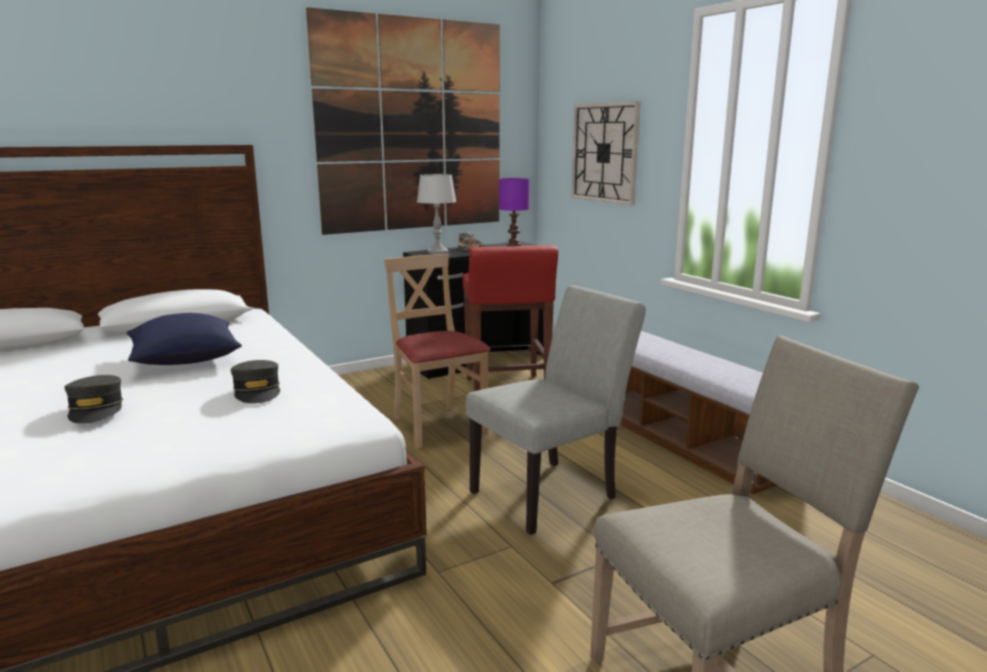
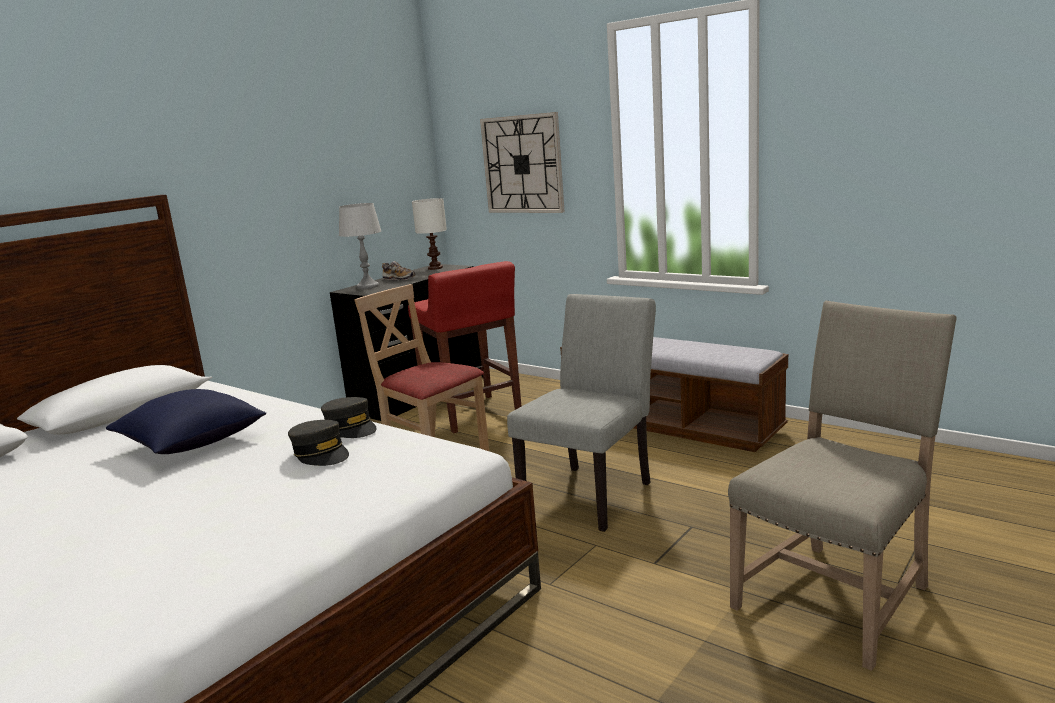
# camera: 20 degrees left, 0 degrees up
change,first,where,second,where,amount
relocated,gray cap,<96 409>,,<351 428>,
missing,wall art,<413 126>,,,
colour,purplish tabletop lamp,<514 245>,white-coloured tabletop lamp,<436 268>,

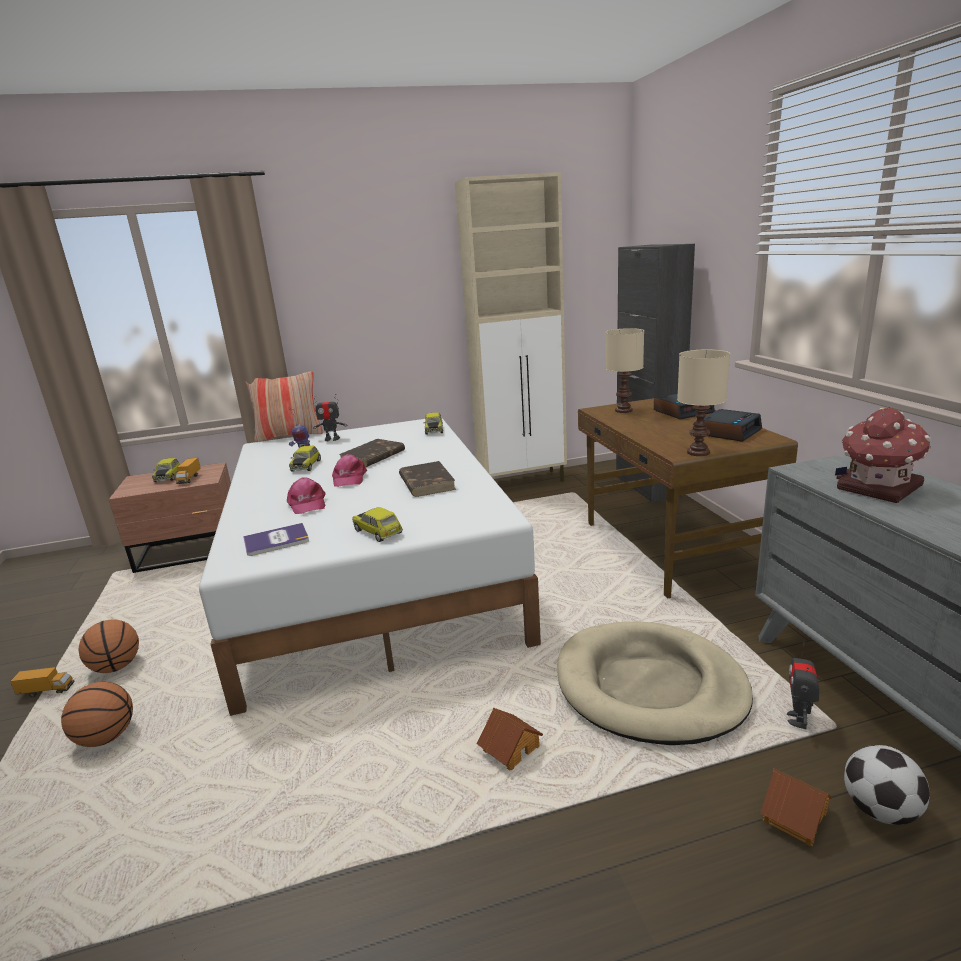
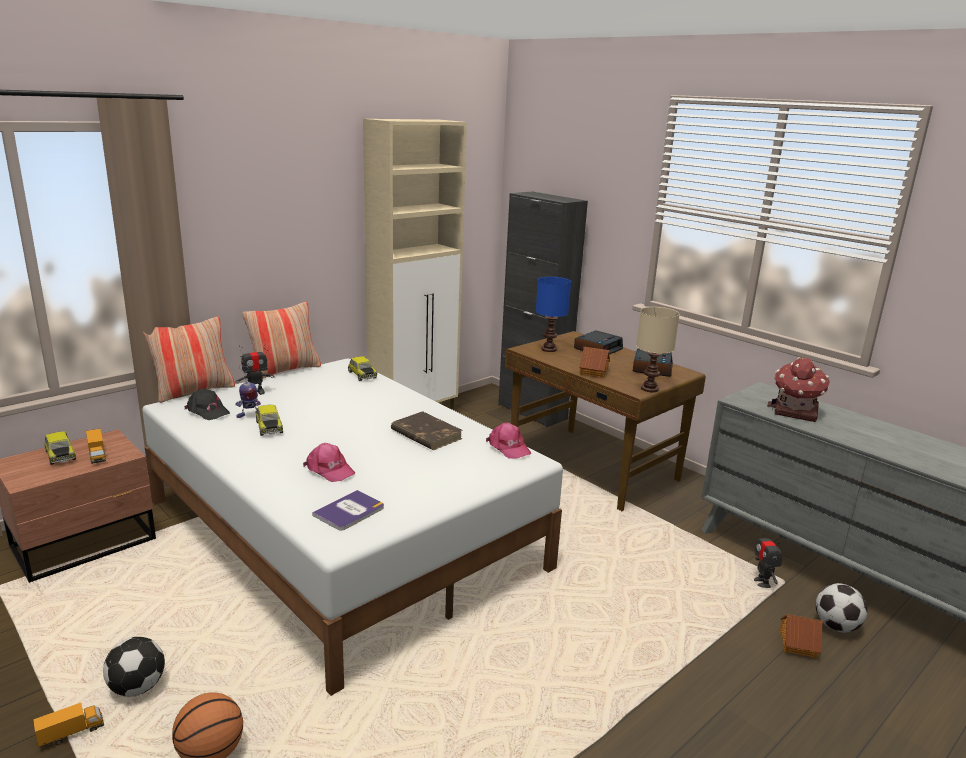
# camera: 30 degrees left, 0 degrees up
change,first,where,second,where,amount
exchanged,basketball,<116 667>,football,<138 687>,
relocated,pink-coloured cap,<349 478>,,<508 447>,
missing,brownish bound book,<372 456>,,,
missing,toy car,<379 531>,,,
relocated,toy house,<510 749>,,<593 371>,
missing,beige dog bed,<649 687>,,,
colour,beige tabletop lamp,<624 410>,blue tabletop lamp,<549 349>,
appeared,,,blackish cap,<207 411>,
appeared,,,cushion,<284 370>,

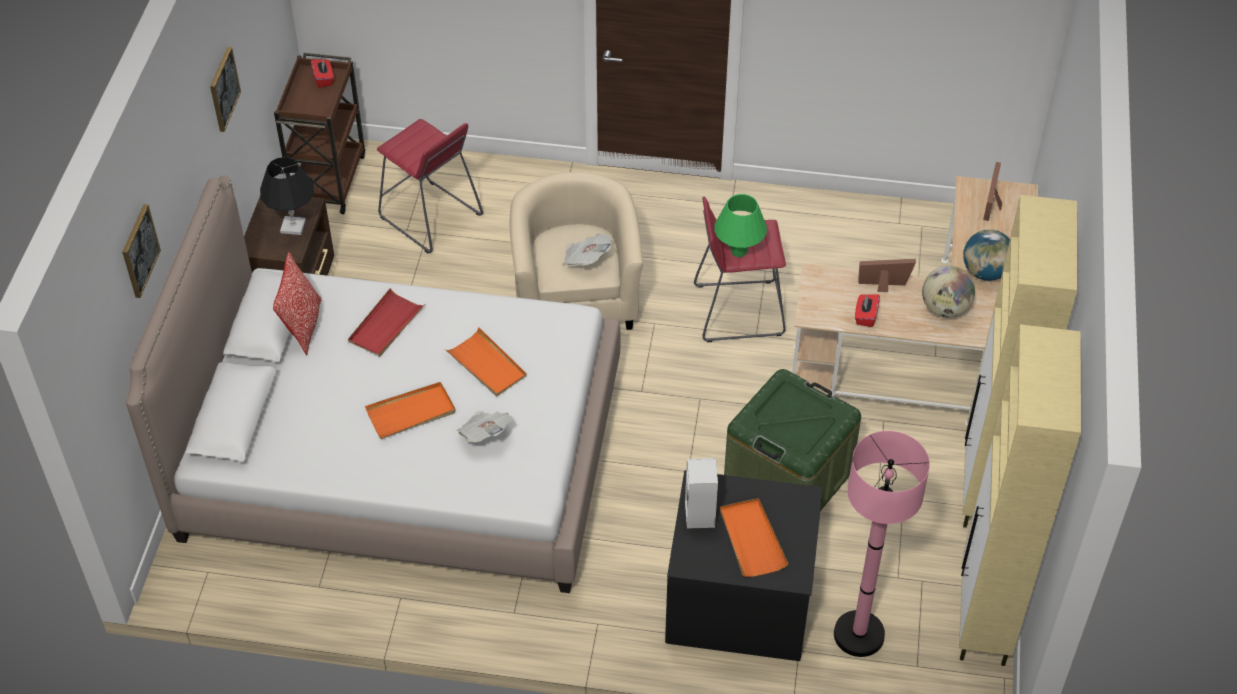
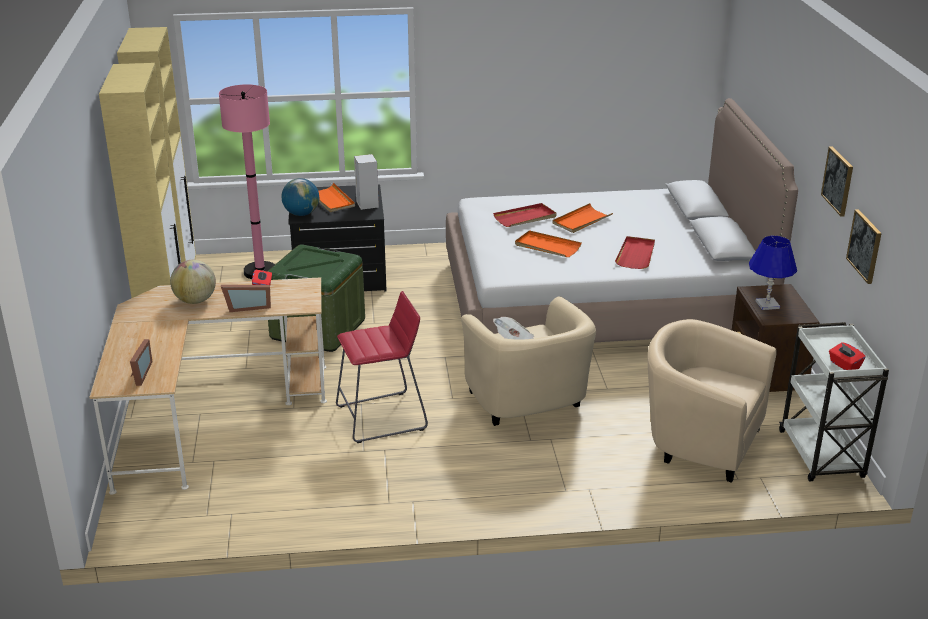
# camera: 165 degrees right, 20 degrees down
change,first,where,second,where,amount
relocated,wall art,<139 250>,,<865 246>,
colour,blackish tabletop lamp,<293 226>,blue tabletop lamp,<767 305>,
missing,cushion,<303 326>,,,
colour,brownish cart,<329 179>,white-coloured cart,<822 456>,
exchanged,red sitting stool,<430 217>,beige lounge chair,<699 441>,
exchanged,newspaper,<485 434>,red tray,<525 218>,
missing,green tabletop lamp,<739 251>,,,
relocated,world globe,<985 272>,,<301 214>,

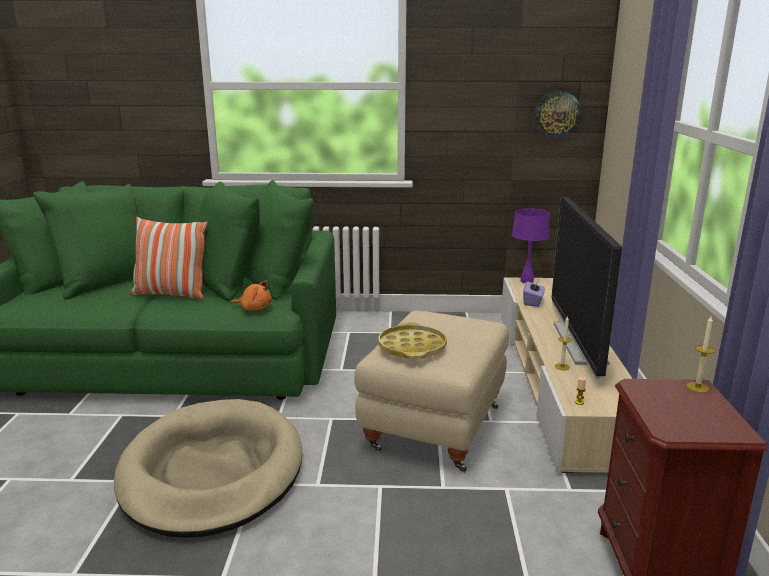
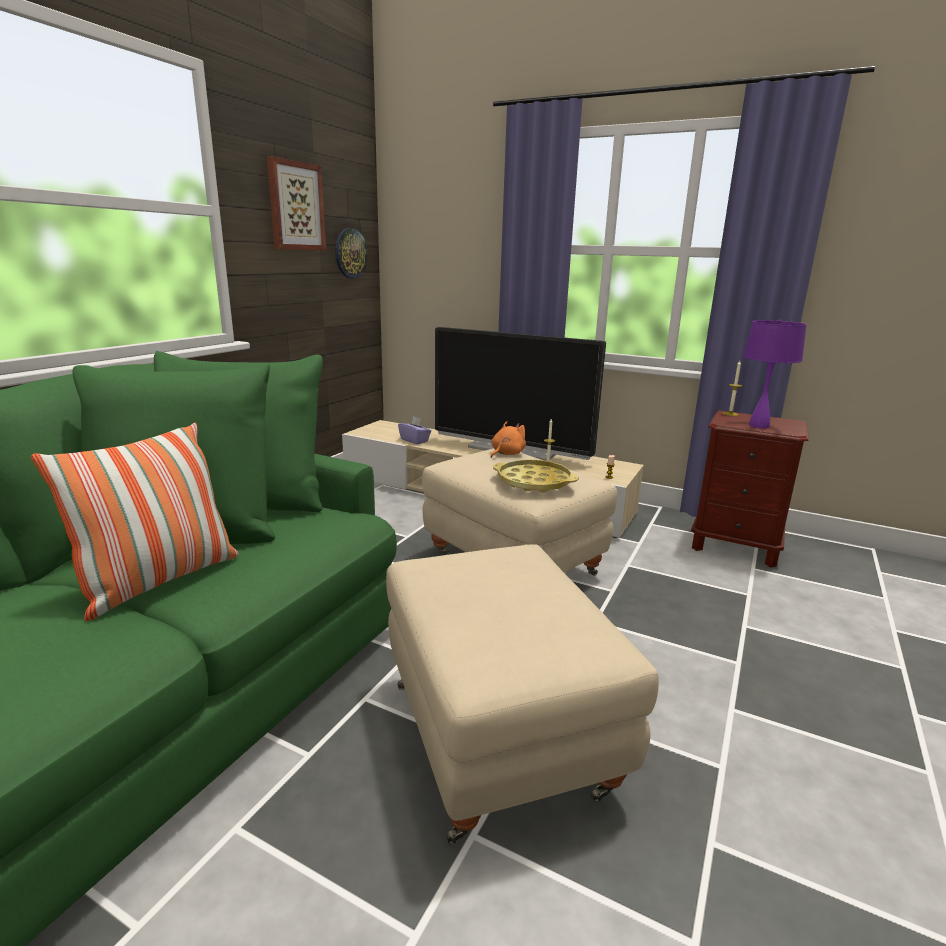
# camera: 65 degrees left, 0 degrees up
change,first,where,second,where,amount
exchanged,beige dog bed,<212 472>,beige footrest,<501 737>,
relocated,orange-coloured soft toy,<254 308>,,<506 453>,
relocated,purplish tabletop lamp,<526 281>,,<758 426>,
appeared,,,wall art,<295 206>,

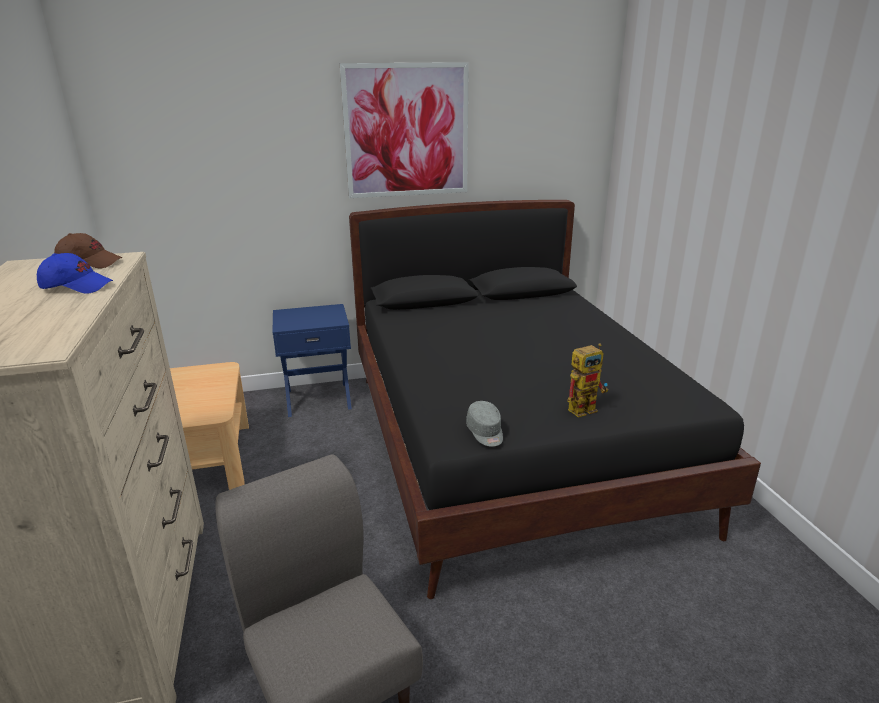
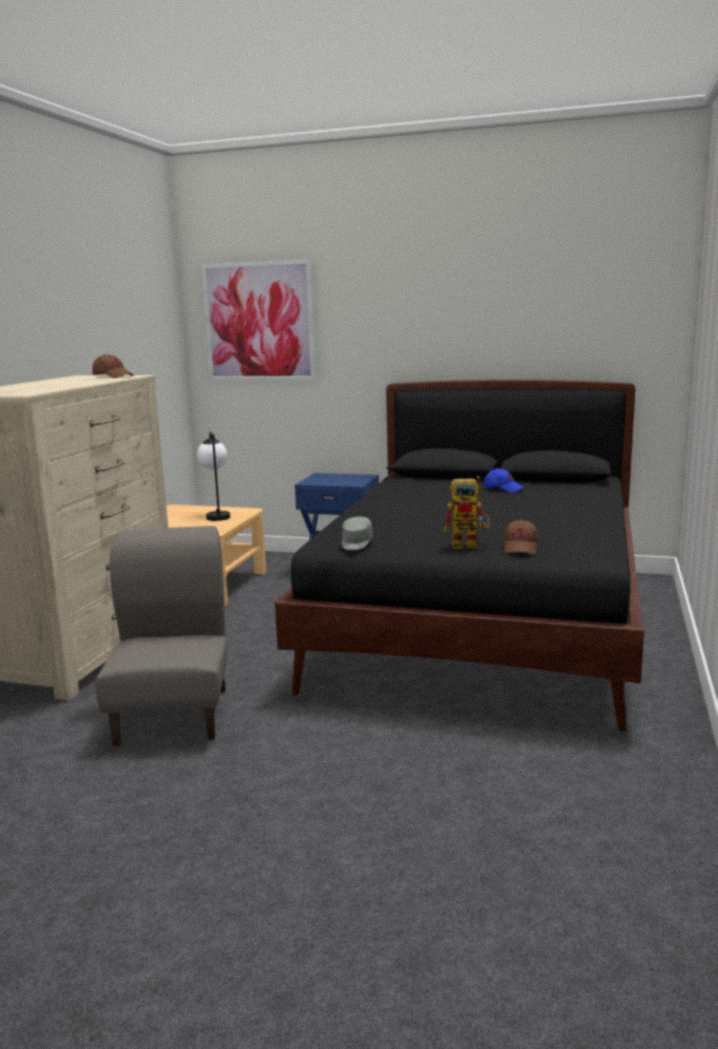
# camera: 30 degrees right, 10 degrees down
change,first,where,second,where,amount
relocated,blue cap,<77 287>,,<503 488>,
relocated,wall art,<407 131>,,<259 322>,
appeared,,,tabletop lamp,<217 515>,
appeared,,,brownish cap,<521 548>,

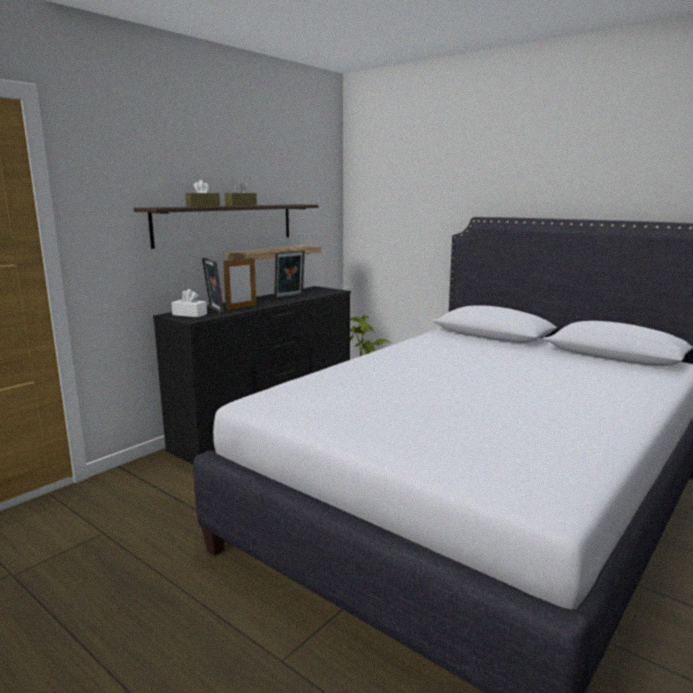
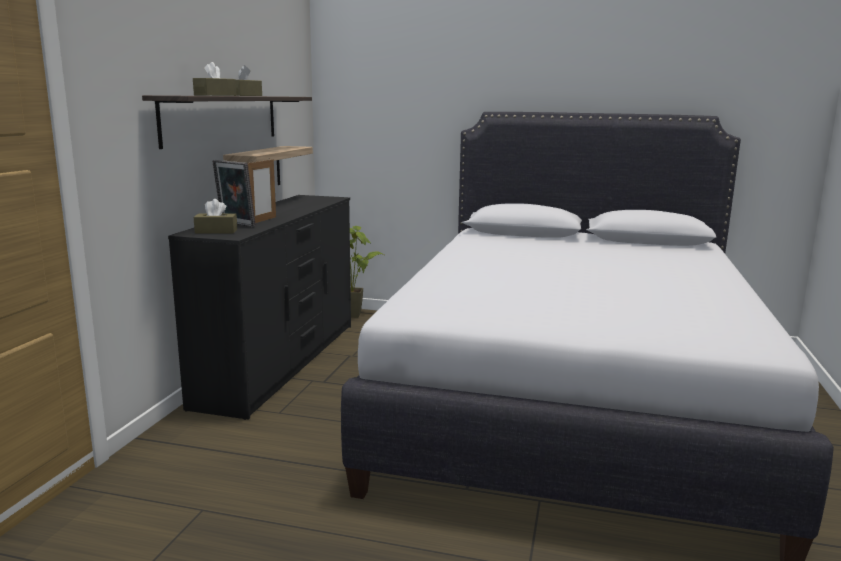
# camera: 25 degrees left, 0 degrees up
change,first,where,second,where,amount
colour,white-coloured box of tissues,<189 314>,brownish box of tissues,<216 231>,
missing,photo frame,<290 296>,,,

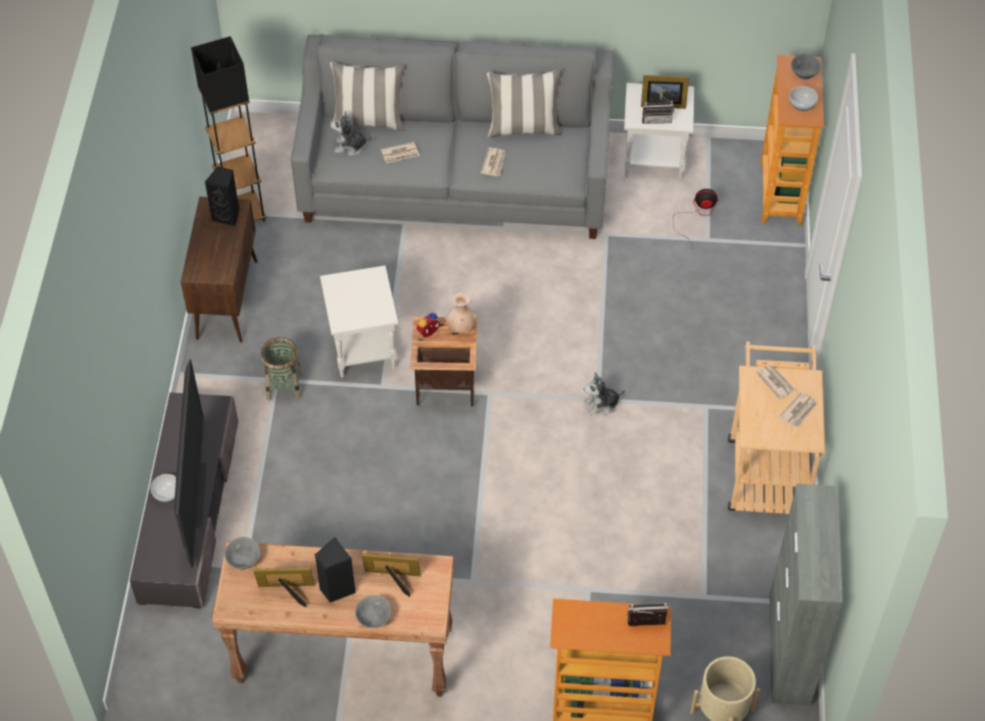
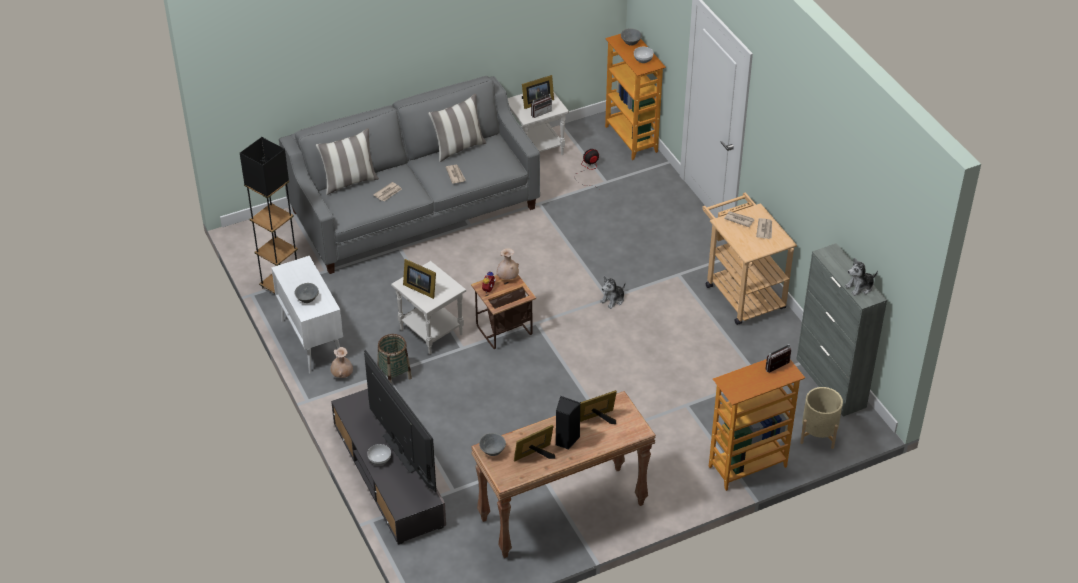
# camera: 30 degrees left, 10 degrees down
change,first,where,second,where,amount
colour,brownish storage cabinet,<227 299>,white-coloured storage cabinet,<311 340>,
missing,blackish speaker,<227 216>,,,
relocated,soft toy,<350 146>,,<860 287>,
relocated,gray deep dish,<373 618>,,<306 299>,
appeared,,,beige decorative vase,<342 375>,
appeared,,,photo frame,<420 288>,

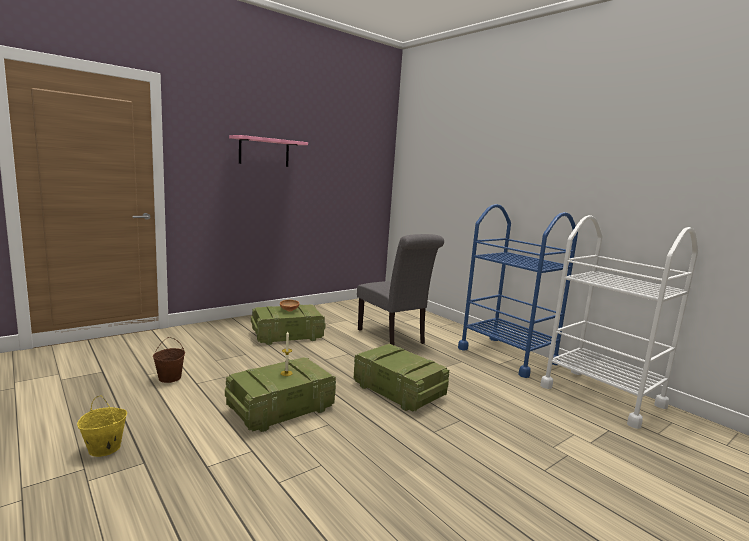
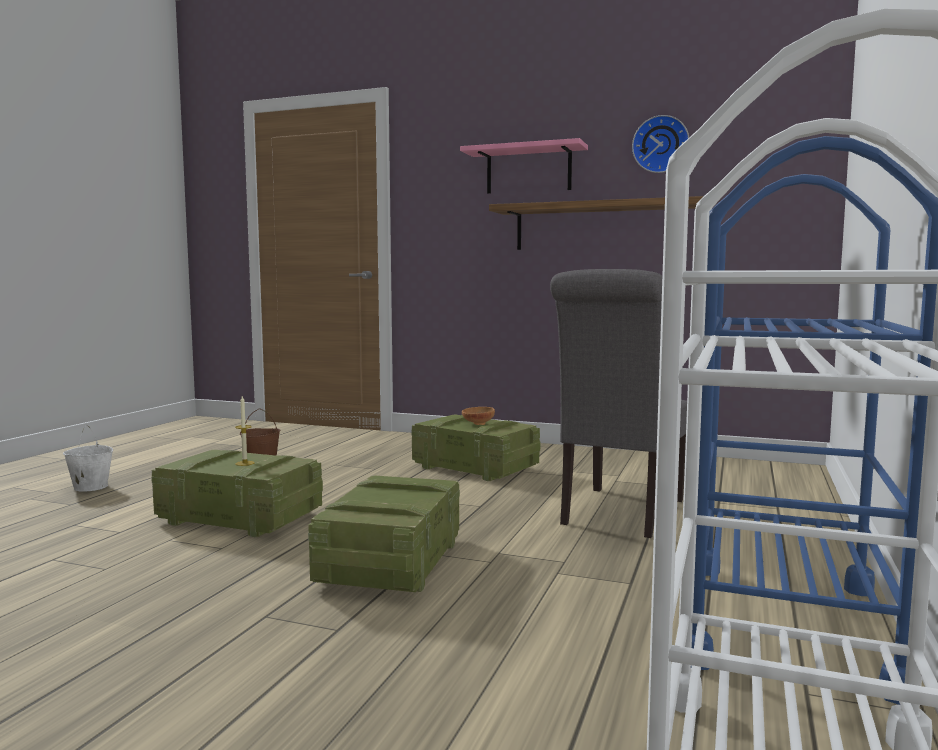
# camera: 60 degrees right, 5 degrees down
change,first,where,second,where,amount
colour,yellowish bucket,<104 448>,white-coloured bucket,<90 487>,
appeared,,,wall shelf,<599 226>,
appeared,,,hanging clock,<660 144>,

